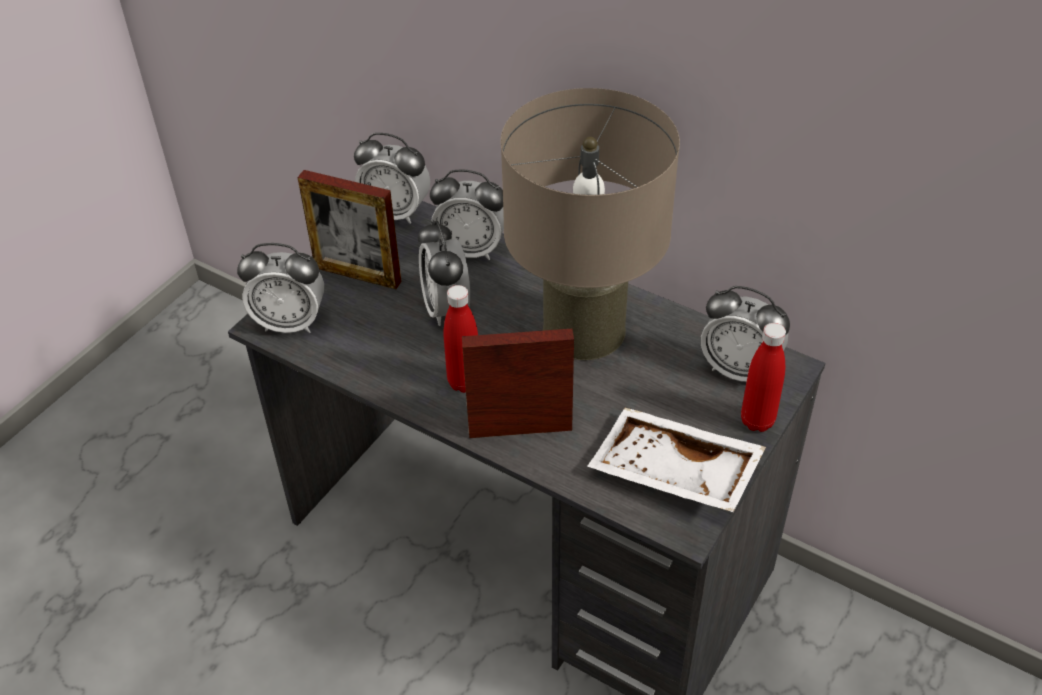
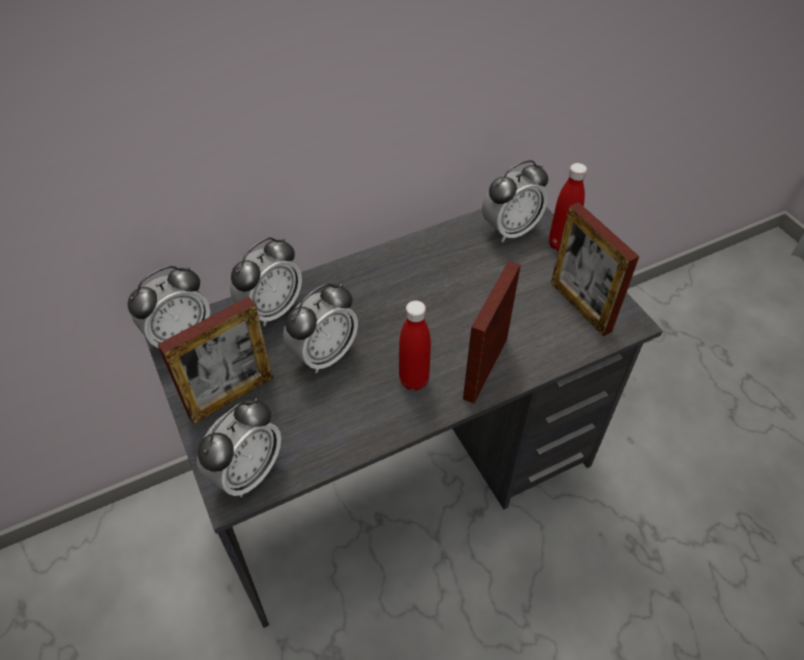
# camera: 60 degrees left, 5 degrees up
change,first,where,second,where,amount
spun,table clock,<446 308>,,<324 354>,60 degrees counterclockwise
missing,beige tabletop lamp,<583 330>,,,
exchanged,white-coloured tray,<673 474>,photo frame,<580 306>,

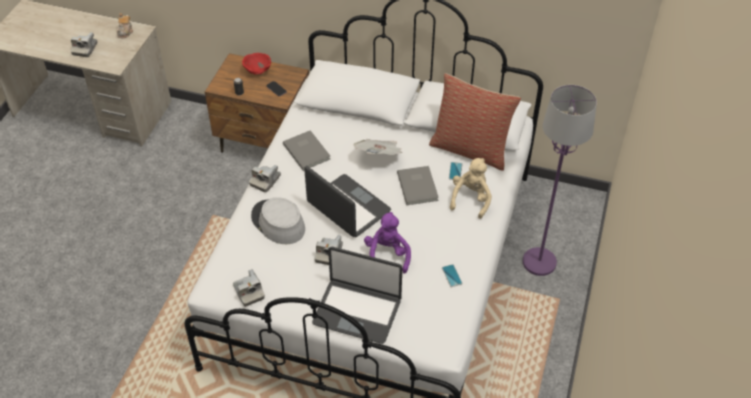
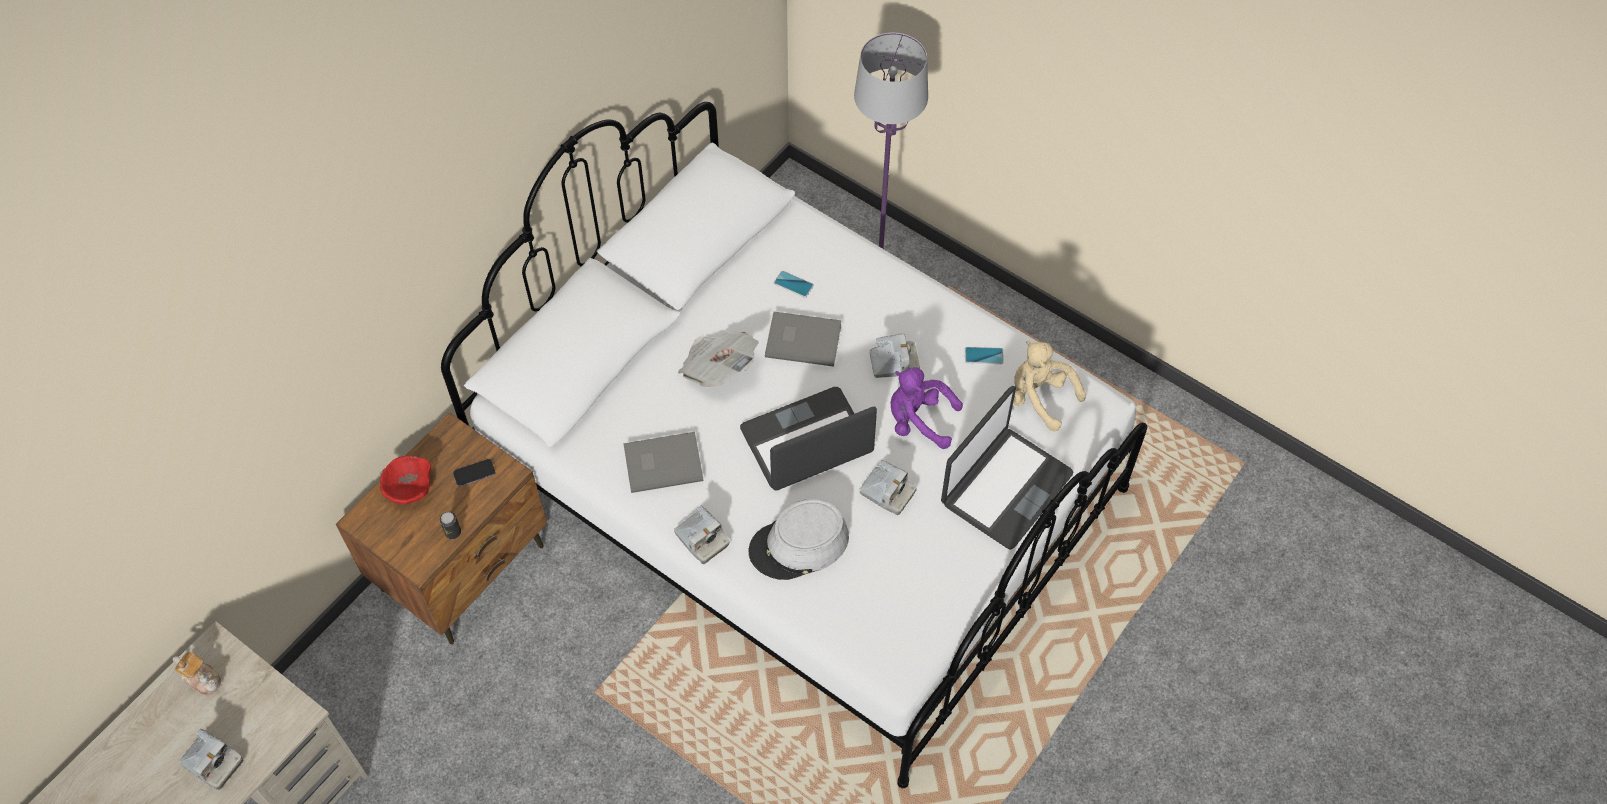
# camera: 70 degrees left, 10 degrees up
change,first,where,second,where,amount
relocated,photo camera,<249 292>,,<894 363>,
missing,cushion,<470 149>,,,
relocated,beige soft toy,<471 199>,,<1039 398>,

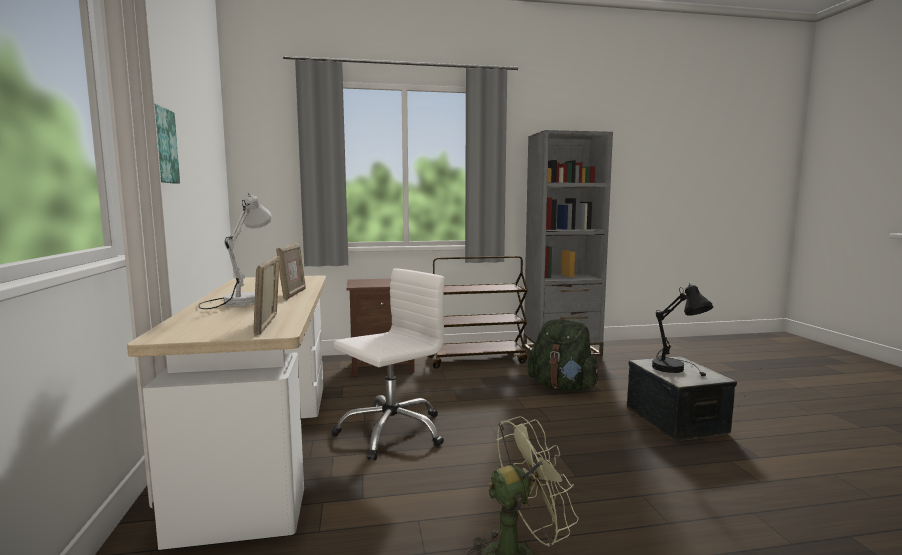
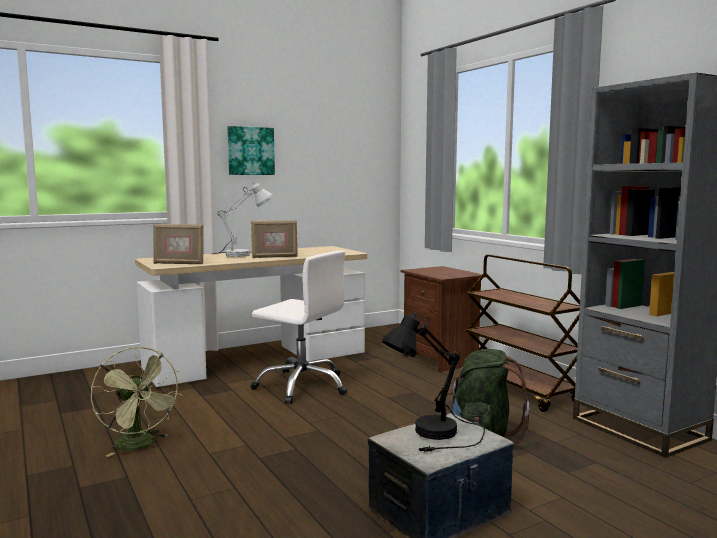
# camera: 70 degrees right, 0 degrees up
change,first,where,second,where,amount
spun,photo frame,<269 325>,,<179 263>,150 degrees counterclockwise

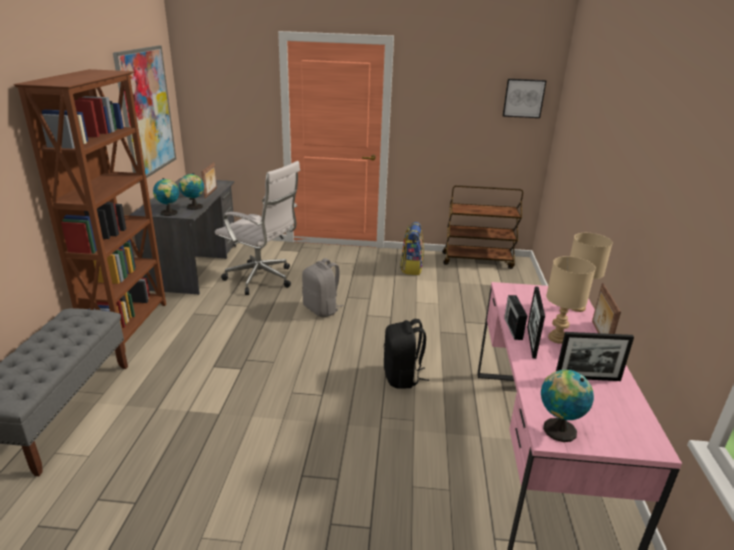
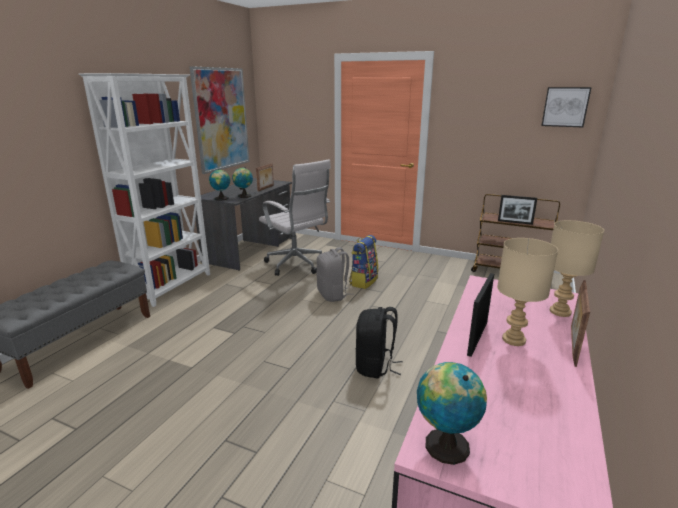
# camera: 20 degrees right, 5 degrees down
change,first,where,second,where,amount
colour,brownish bookcase,<129 325>,white-coloured bookcase,<173 286>,
relocated,backpack,<411 268>,,<363 281>,
missing,radio,<513 328>,,,
relocated,photo frame,<587 378>,,<515 222>,

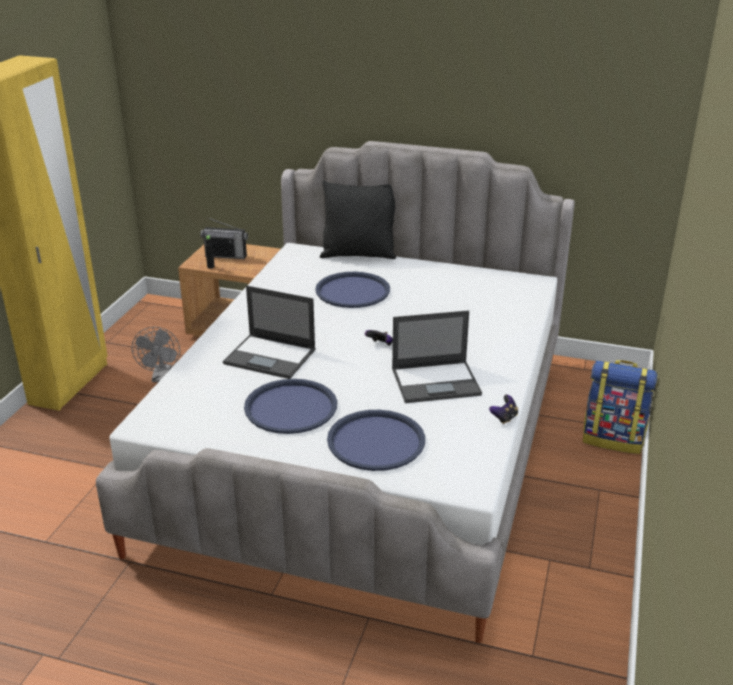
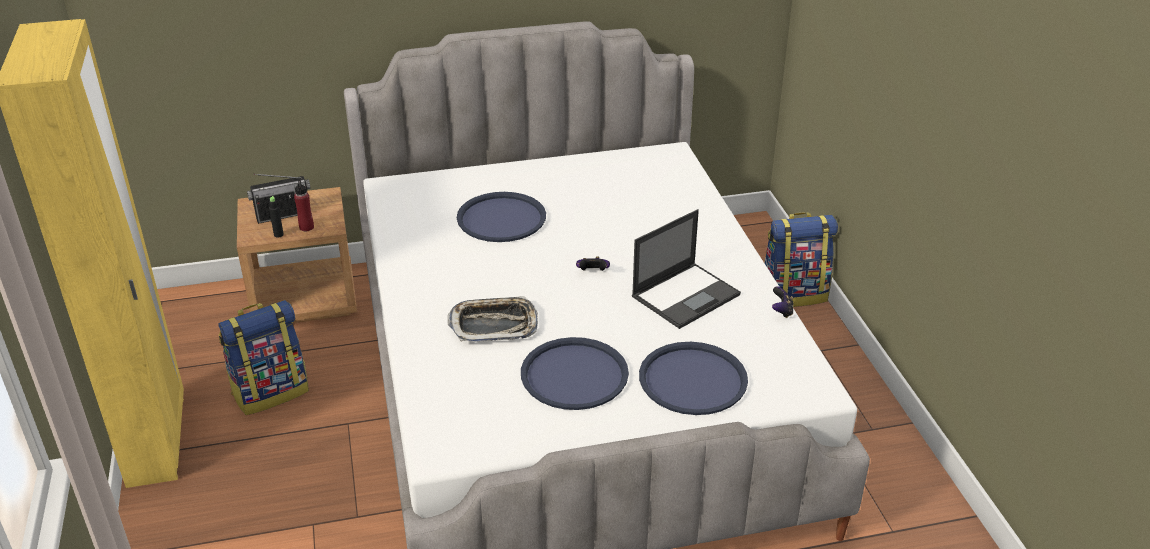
# camera: 30 degrees left, 5 degrees up
change,first,where,second,where,amount
exchanged,gray electric fan,<161 378>,backpack,<271 392>,
exchanged,laptop,<271 357>,tray,<494 325>,
missing,blackish cushion,<358 255>,,,
appeared,,,red drink bottle,<306 227>,

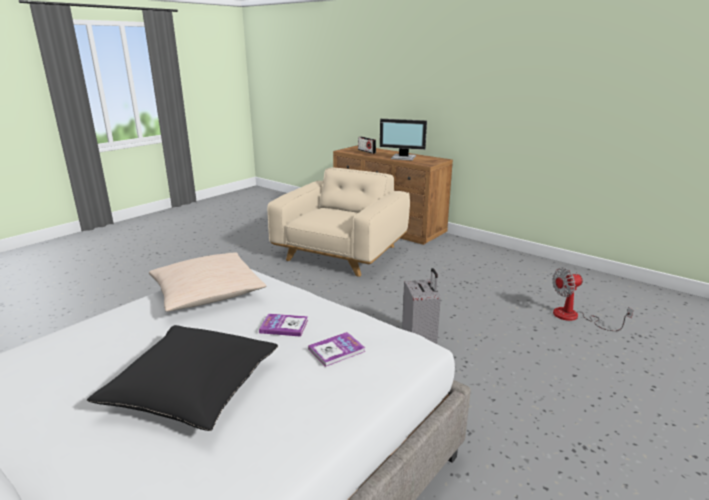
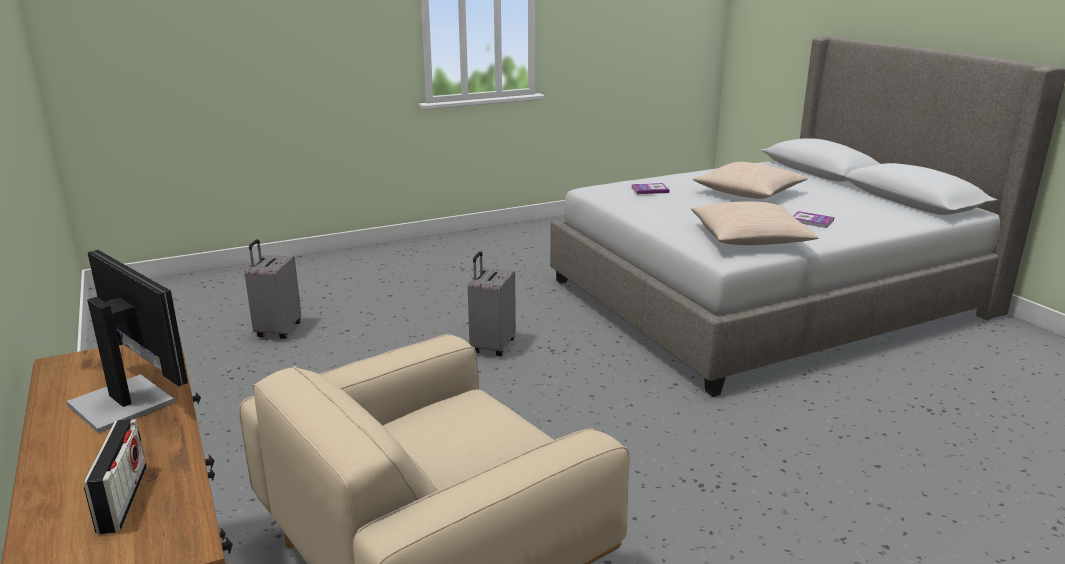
# camera: 155 degrees left, 0 degrees up
change,first,where,second,where,amount
colour,blackish cushion,<192 389>,beige cushion,<749 193>,
relocated,bound book,<284 326>,,<811 221>,
exchanged,electric fan,<575 317>,gray travel case,<277 331>,

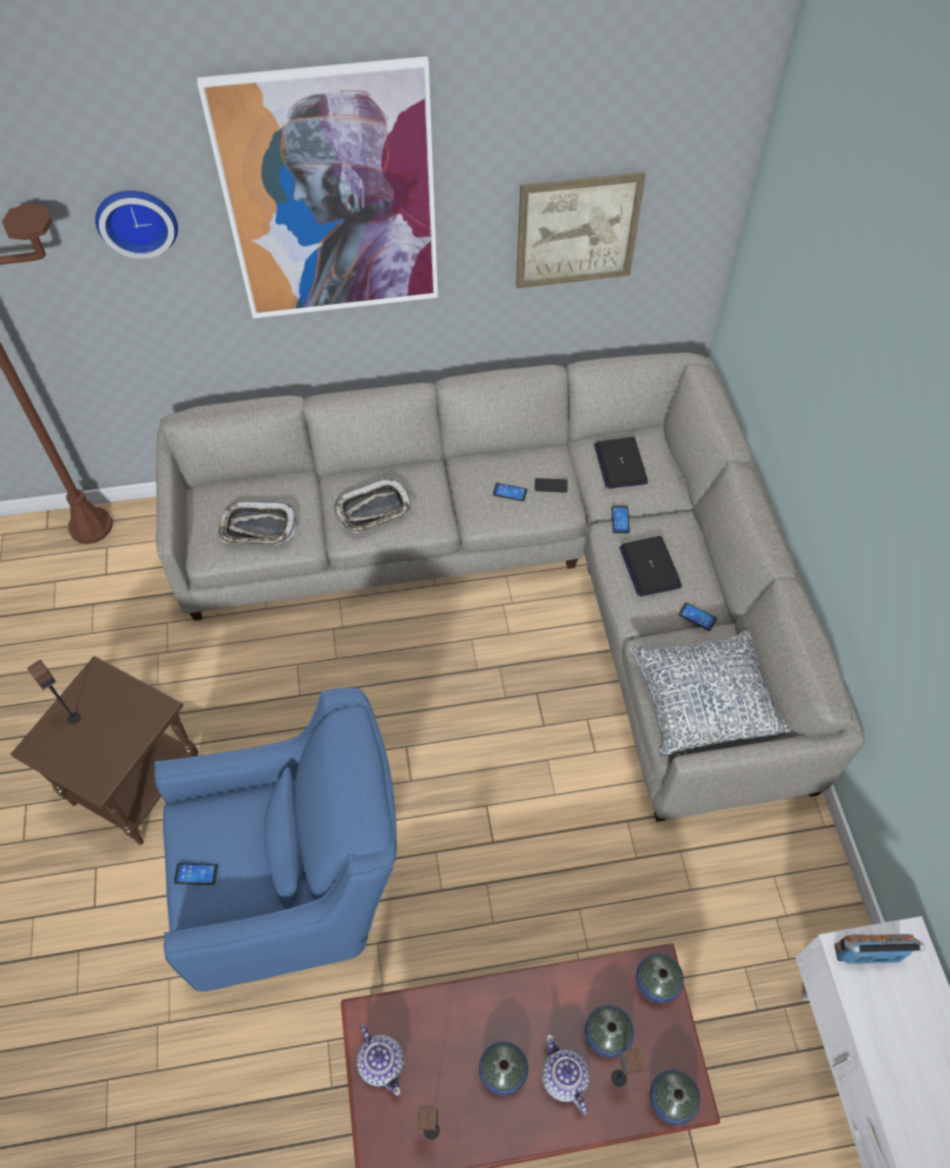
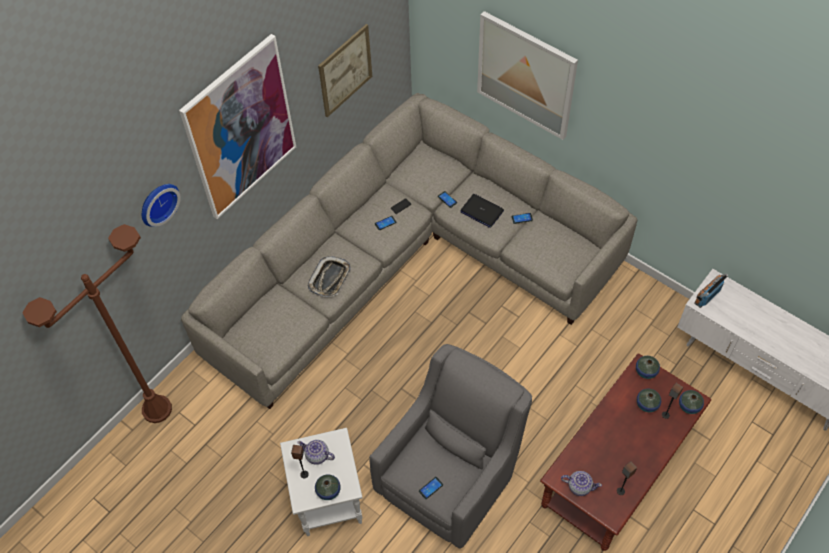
# camera: 40 degrees left, 0 degrees up
change,first,where,second,where,amount
colour,brownish side table,<136 782>,white-coloured side table,<327 500>,
colour,blue lounge chair,<298 885>,gray lounge chair,<451 476>,
missing,tray,<258 528>,,,
relocated,decorative vase,<503 1071>,,<328 490>,
relocated,pot for tea,<563 1079>,,<317 456>,
missing,laptop,<620 464>,,,
missing,cushion,<705 699>,,,
appeared,,,wall art,<526 75>,

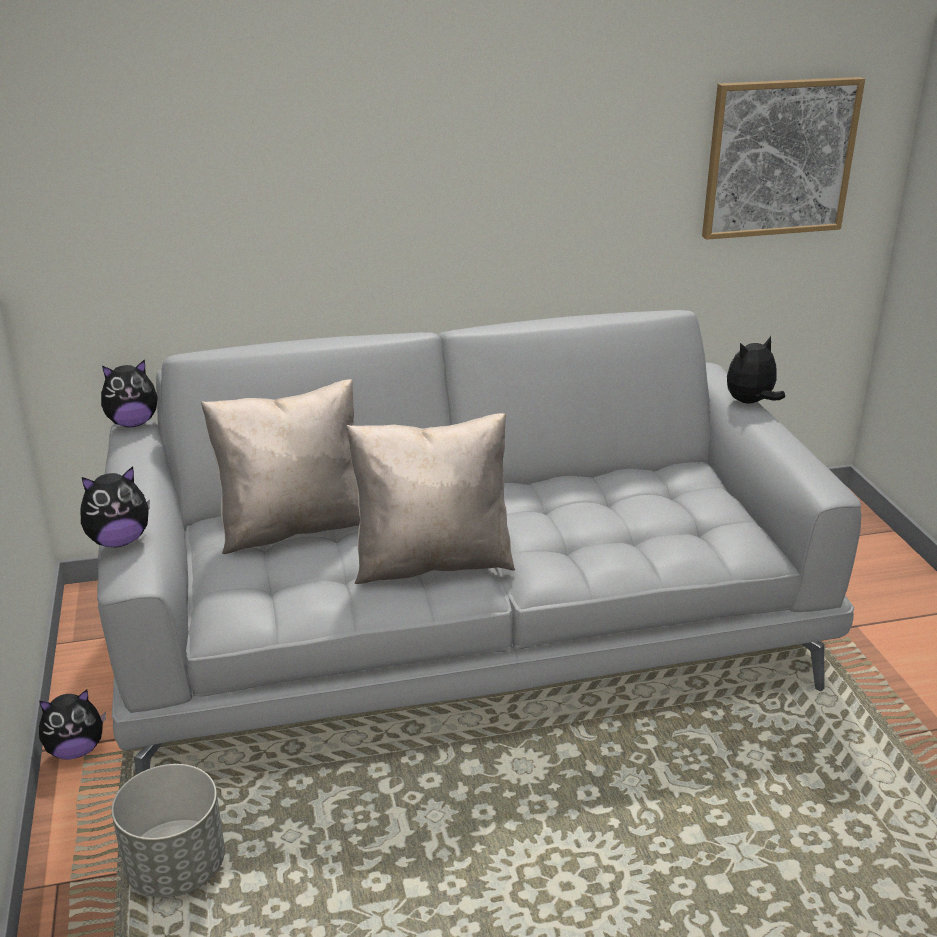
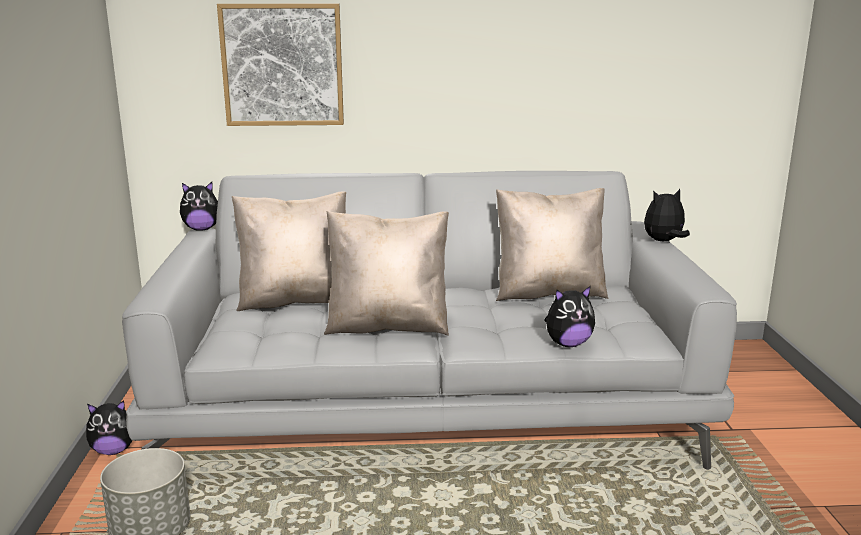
# camera: 10 degrees right, 10 degrees down
change,first,where,second,where,amount
relocated,soft toy,<119 541>,,<567 344>,
relocated,wall art,<779 158>,,<282 65>,
appeared,,,beige cushion,<548 293>,

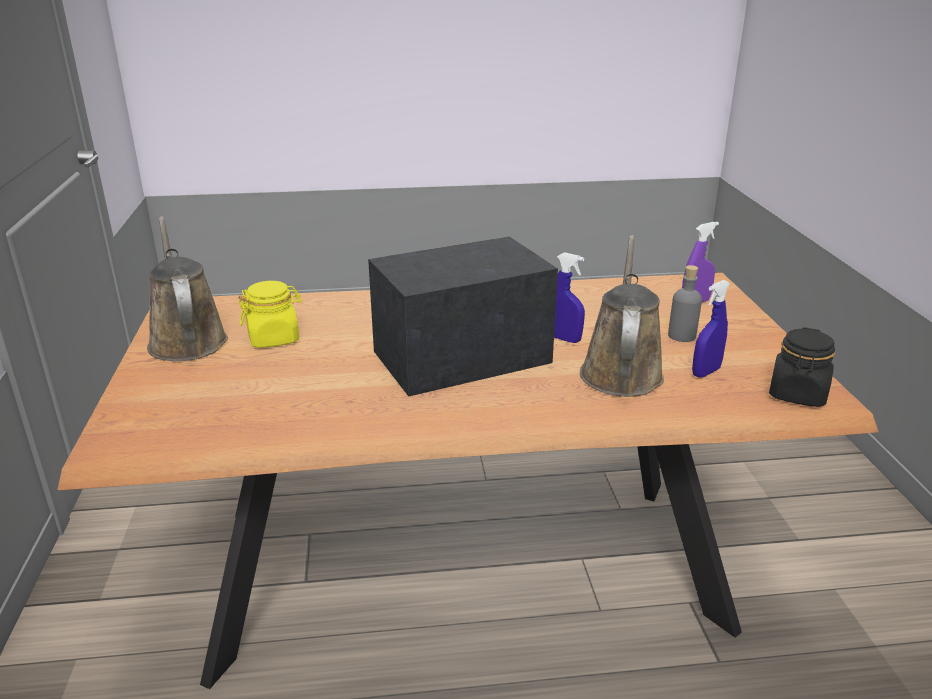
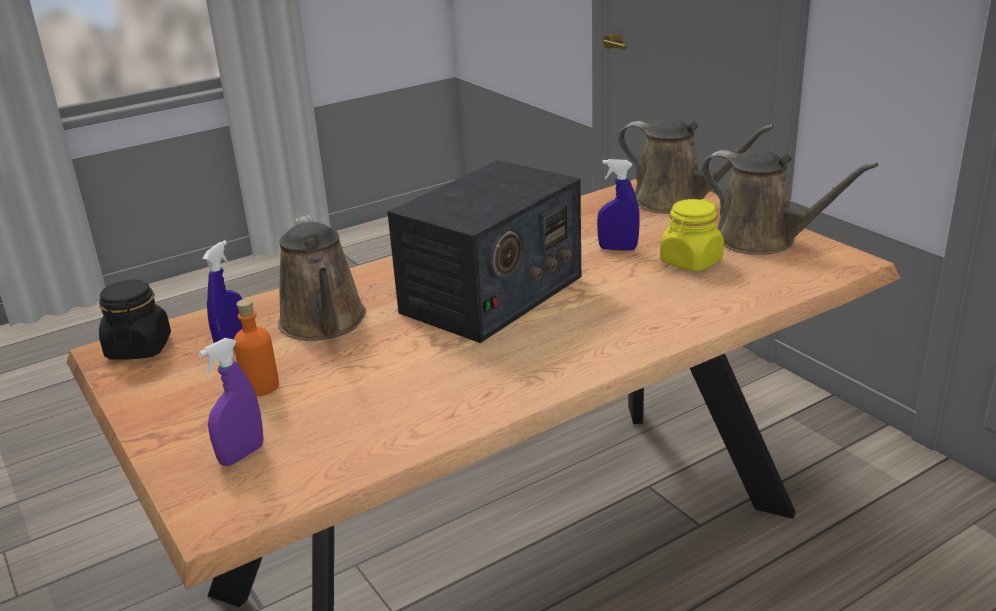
# camera: 155 degrees right, 0 degrees up
change,first,where,second,where,amount
relocated,blue spray bottle,<564 339>,,<618 249>,
colour,gray drink bottle,<682 336>,orange-coloured drink bottle,<261 386>,
appeared,,,brownish sprinkling can,<675 201>,

